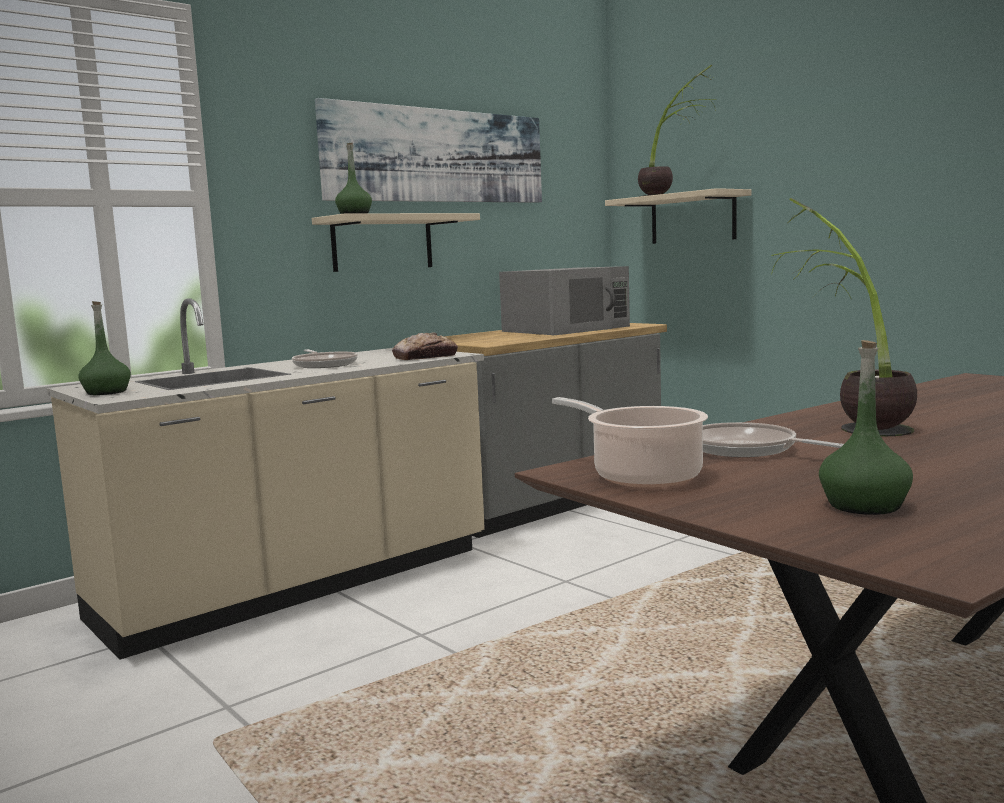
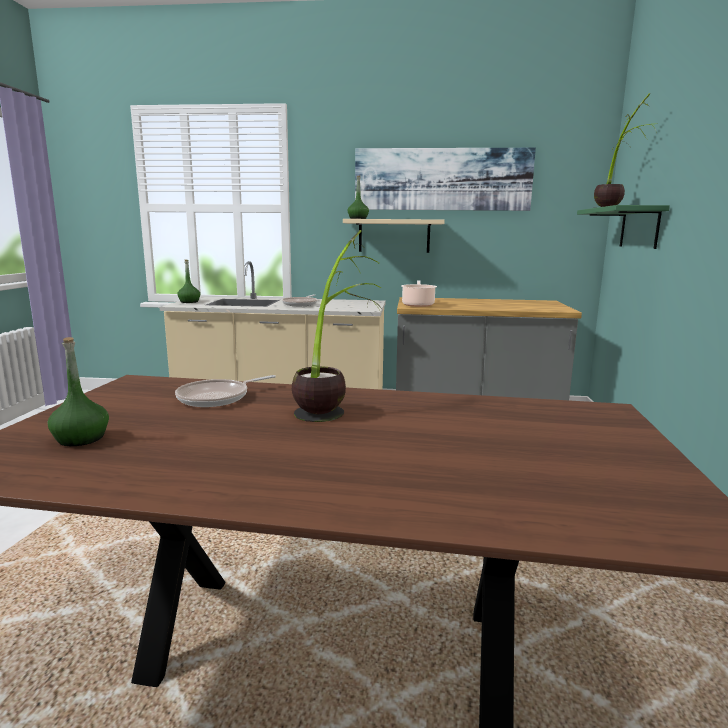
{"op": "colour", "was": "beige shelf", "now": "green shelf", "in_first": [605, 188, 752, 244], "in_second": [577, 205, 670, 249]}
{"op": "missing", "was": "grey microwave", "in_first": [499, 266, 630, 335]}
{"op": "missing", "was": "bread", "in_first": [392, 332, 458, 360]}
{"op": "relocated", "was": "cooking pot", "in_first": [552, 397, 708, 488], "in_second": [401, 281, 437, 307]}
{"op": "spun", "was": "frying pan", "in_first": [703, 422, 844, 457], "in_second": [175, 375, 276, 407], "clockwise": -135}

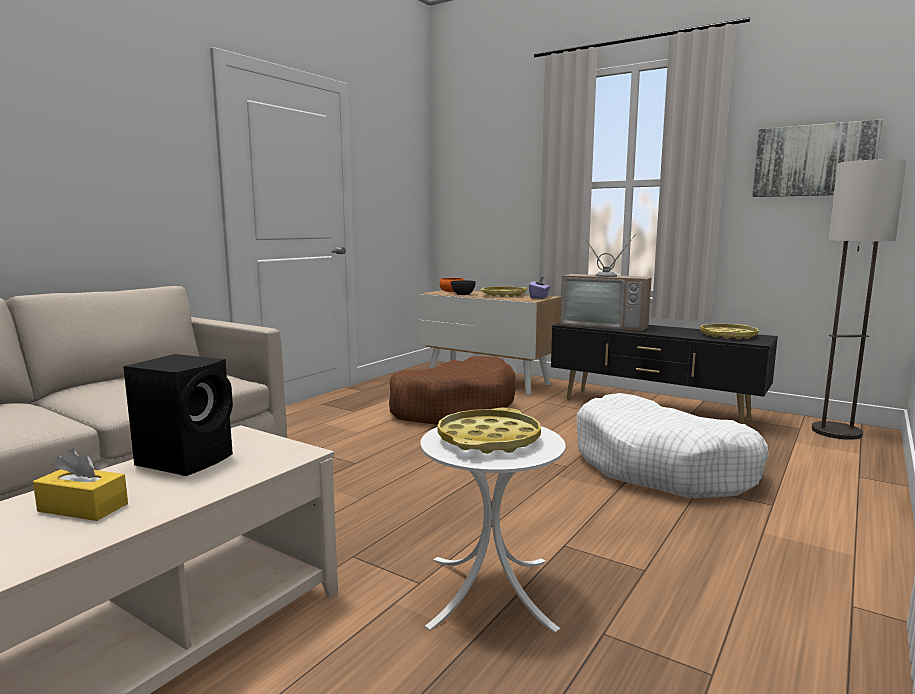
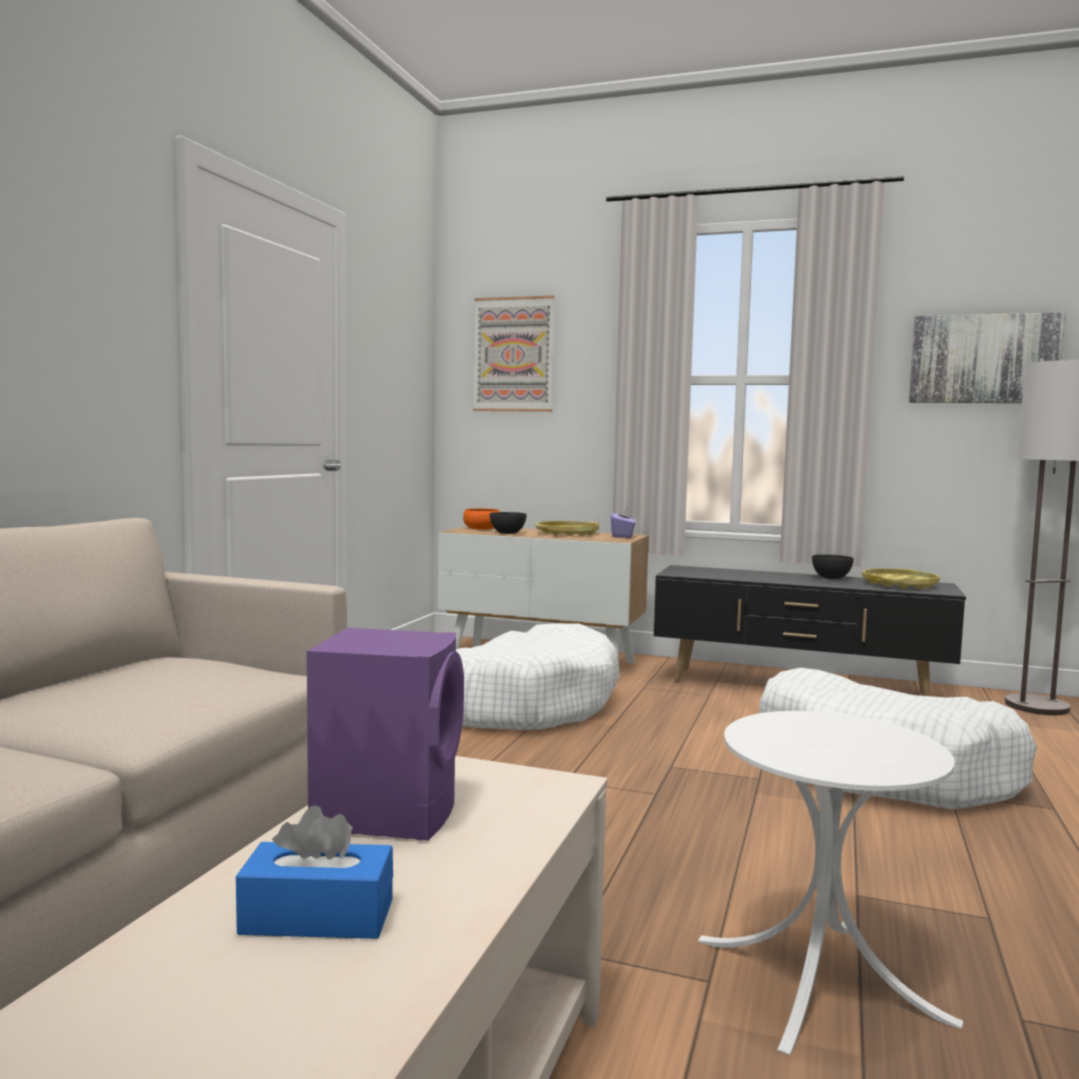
{"op": "missing", "was": "television", "in_first": [560, 234, 652, 331]}
{"op": "colour", "was": "black speaker", "now": "purple speaker", "in_first": [123, 354, 233, 476], "in_second": [307, 628, 464, 841]}
{"op": "colour", "was": "brown dog bed", "now": "white dog bed", "in_first": [389, 356, 516, 425], "in_second": [456, 623, 619, 730]}
{"op": "missing", "was": "yellow tray", "in_first": [437, 408, 541, 454]}
{"op": "colour", "was": "yellow tissue box", "now": "blue tissue box", "in_first": [33, 448, 128, 521], "in_second": [236, 805, 393, 939]}
{"op": "appeared", "now": "picture", "in_second": [473, 295, 555, 412]}
{"op": "appeared", "now": "grey bowl", "in_second": [812, 554, 854, 579]}

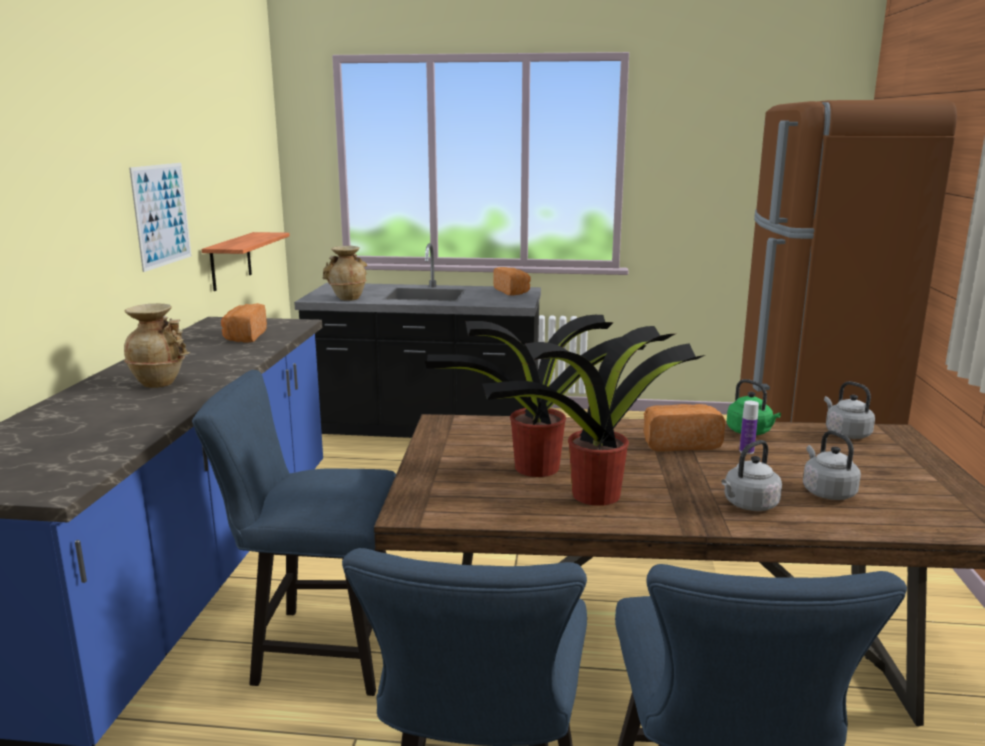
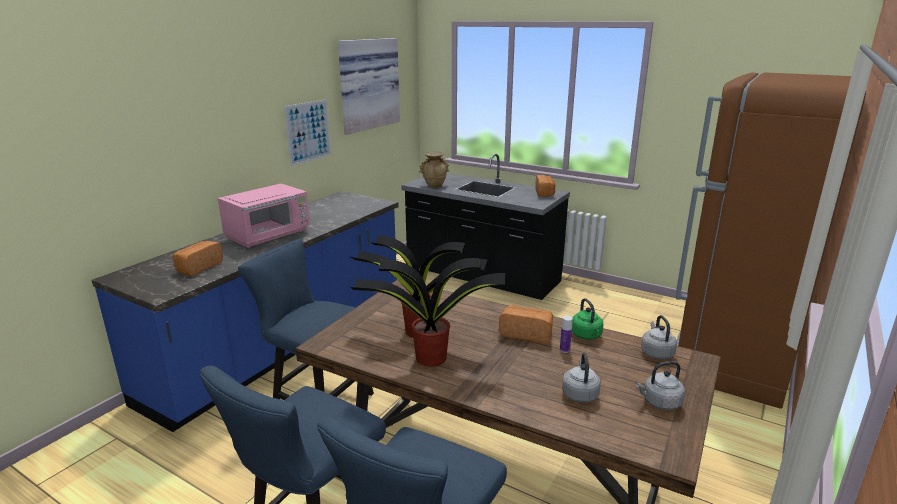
{"op": "missing", "was": "shelf", "in_first": [201, 232, 290, 291]}
{"op": "relocated", "was": "bread", "in_first": [221, 303, 267, 343], "in_second": [173, 241, 223, 276]}
{"op": "exchanged", "was": "beige vase", "now": "pink microwave", "in_first": [124, 304, 190, 388], "in_second": [218, 184, 310, 248]}
{"op": "relocated", "was": "grey kettle", "in_first": [721, 440, 782, 511], "in_second": [636, 361, 685, 410]}
{"op": "appeared", "now": "picture", "in_second": [338, 38, 400, 134]}

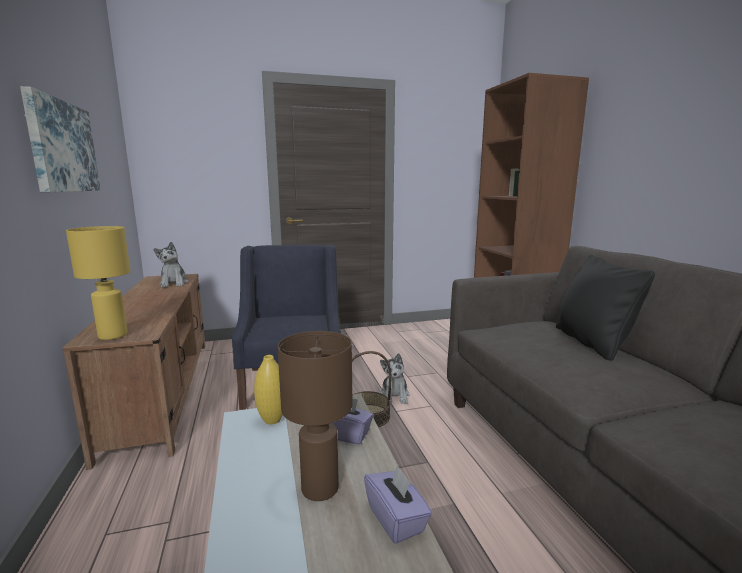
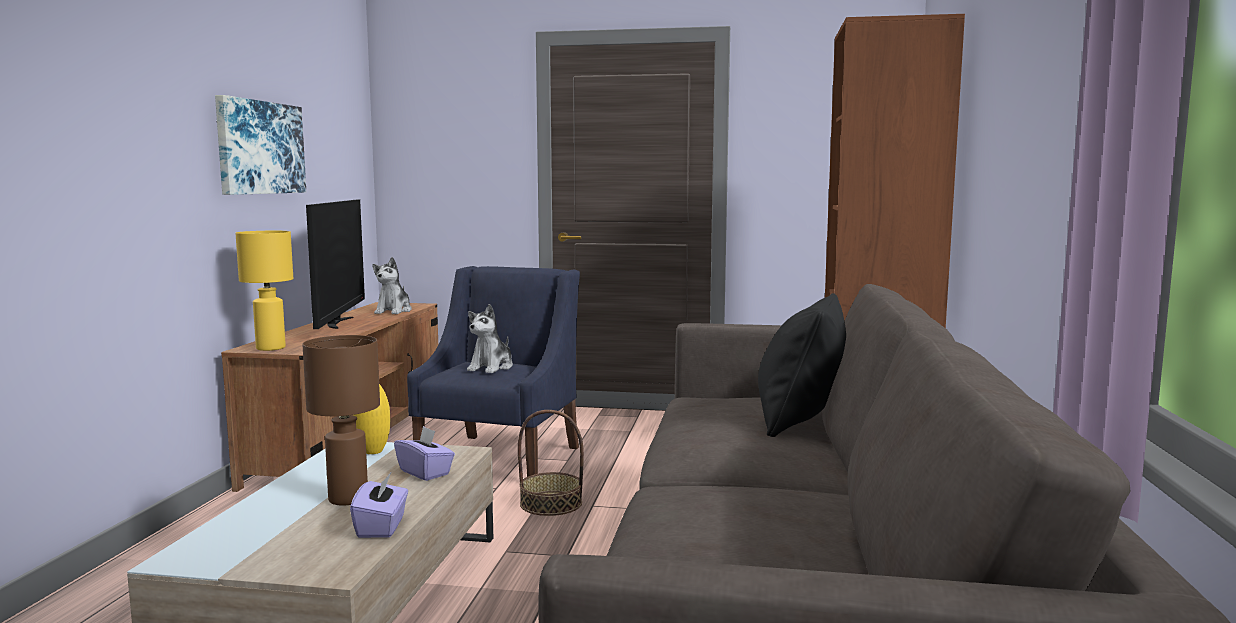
{"op": "relocated", "was": "plush toy", "in_first": [380, 353, 410, 404], "in_second": [467, 304, 513, 373]}
{"op": "appeared", "now": "television", "in_second": [306, 200, 365, 329]}

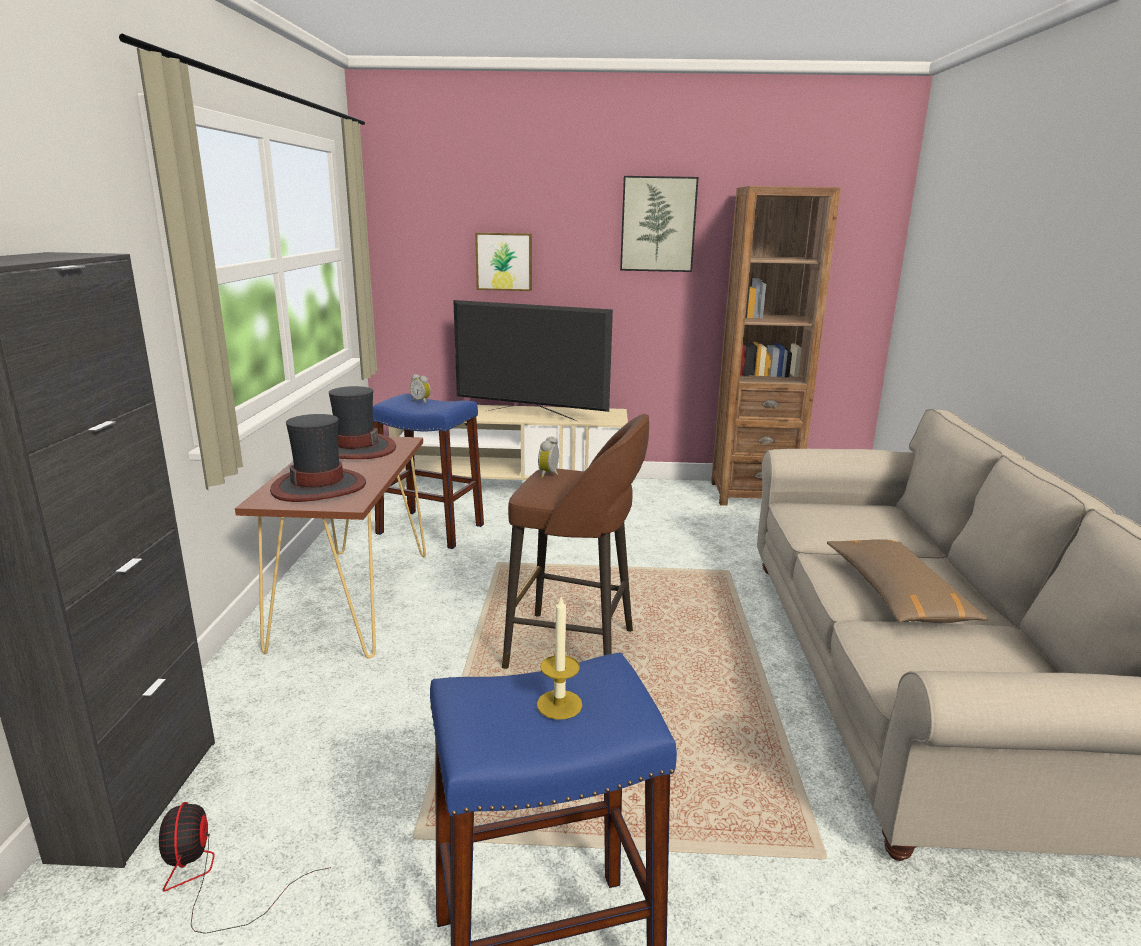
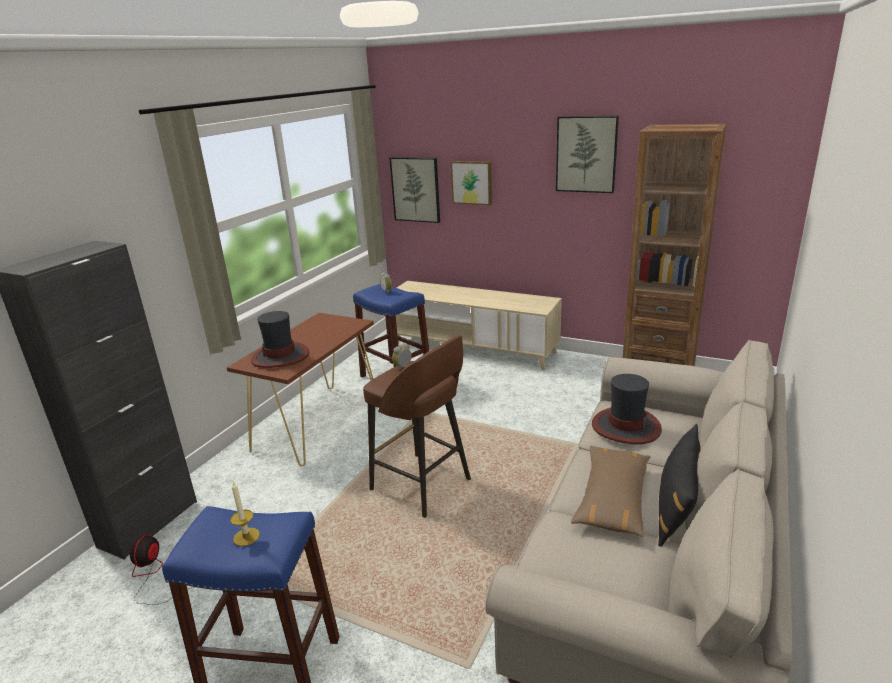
{"op": "missing", "was": "television", "in_first": [453, 300, 613, 421]}
{"op": "relocated", "was": "hat", "in_first": [329, 386, 396, 459], "in_second": [592, 374, 662, 444]}
{"op": "appeared", "now": "picture", "in_second": [389, 157, 440, 223]}
{"op": "appeared", "now": "black pillow", "in_second": [658, 424, 700, 547]}

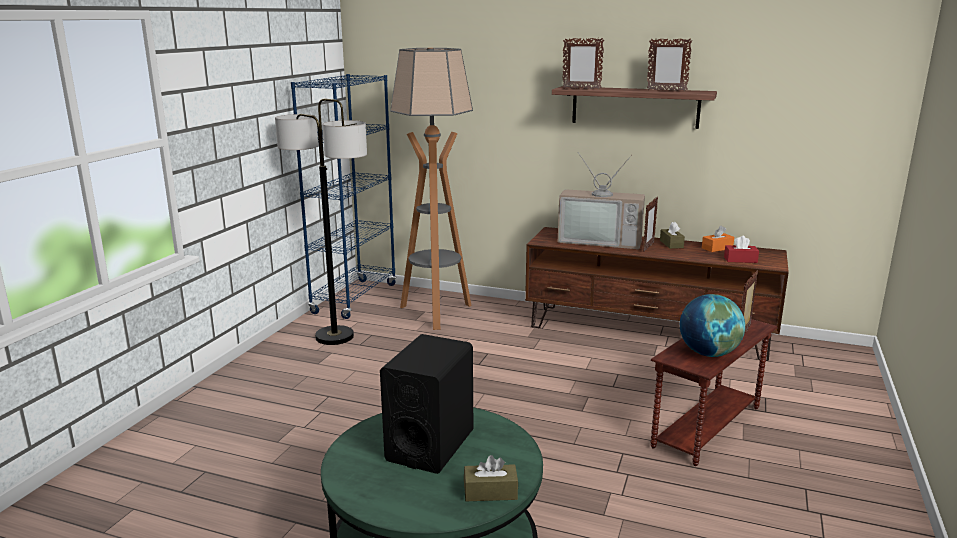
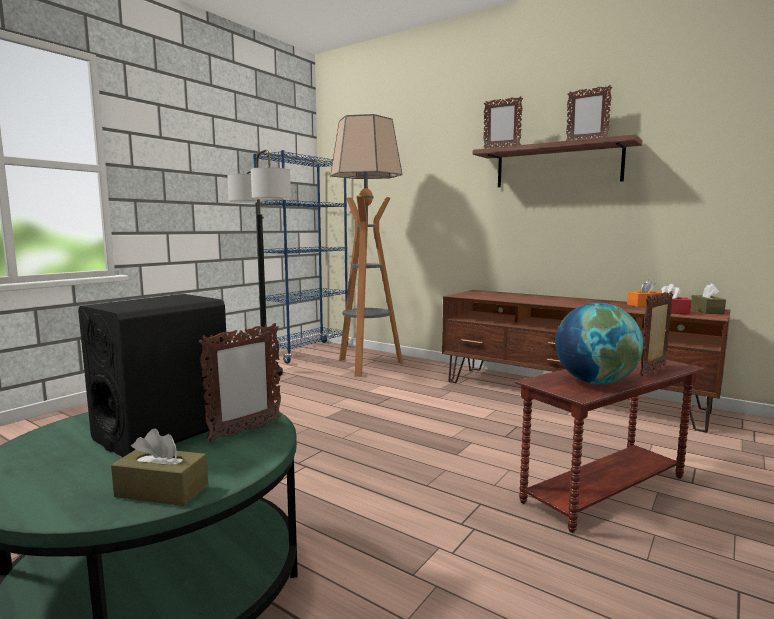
{"op": "missing", "was": "television", "in_first": [558, 152, 645, 249]}
{"op": "relocated", "was": "picture frame", "in_first": [643, 197, 658, 252], "in_second": [199, 323, 281, 442]}
{"op": "relocated", "was": "brown tissue box", "in_first": [660, 222, 685, 249], "in_second": [691, 283, 726, 314]}

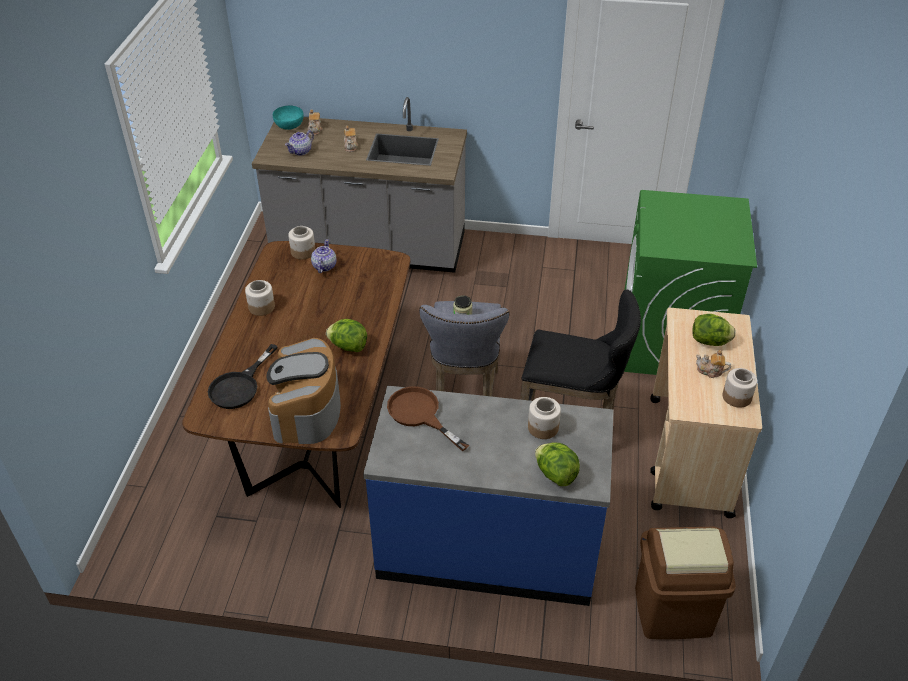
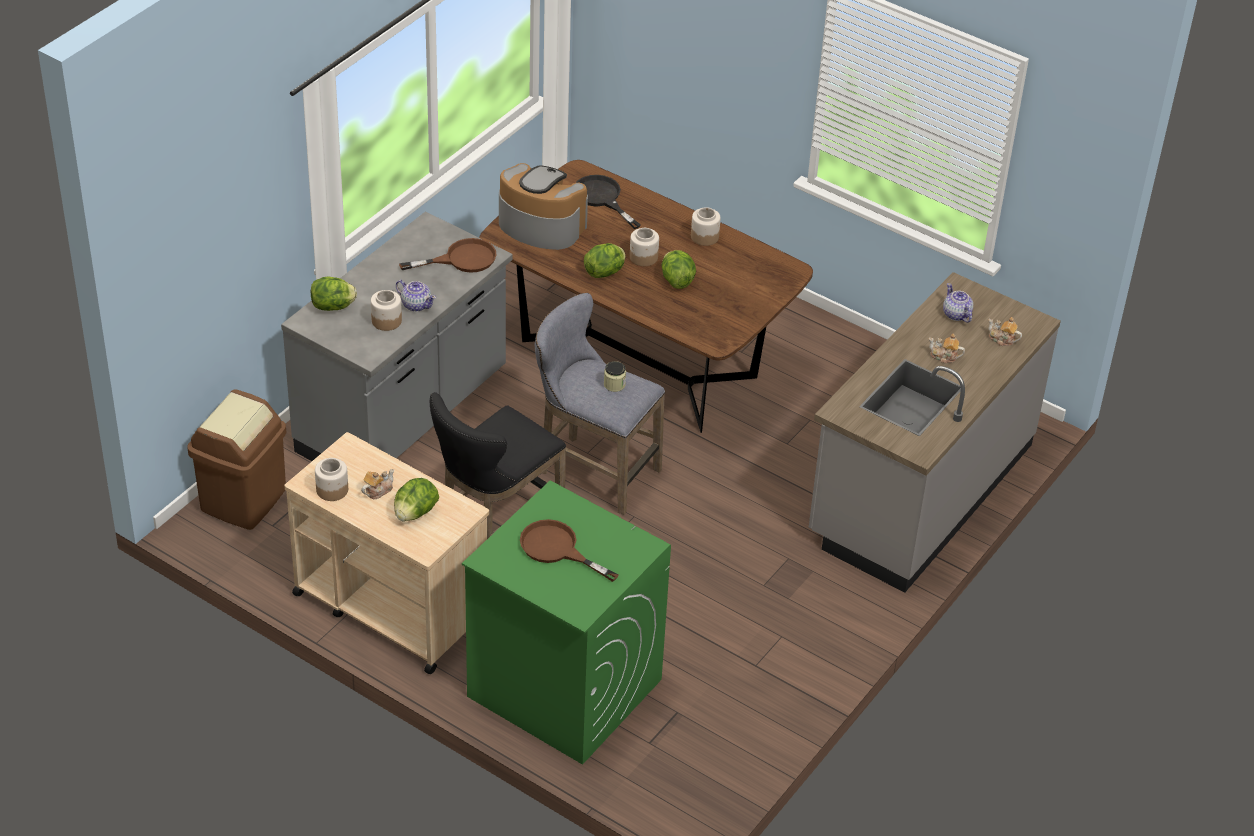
{"op": "missing", "was": "turquoise bowl", "in_first": [273, 106, 304, 130]}
{"op": "relocated", "was": "jar", "in_first": [288, 226, 315, 260], "in_second": [630, 228, 659, 266]}
{"op": "relocated", "was": "teapot", "in_first": [311, 239, 337, 273], "in_second": [396, 280, 436, 312]}
{"op": "colour", "was": "blue counter", "now": "grey counter", "in_first": [363, 386, 614, 606], "in_second": [281, 212, 513, 461]}
{"op": "appeared", "now": "lettuce", "in_second": [662, 250, 696, 289]}
{"op": "appeared", "now": "brown frying pan", "in_second": [520, 519, 619, 582]}

